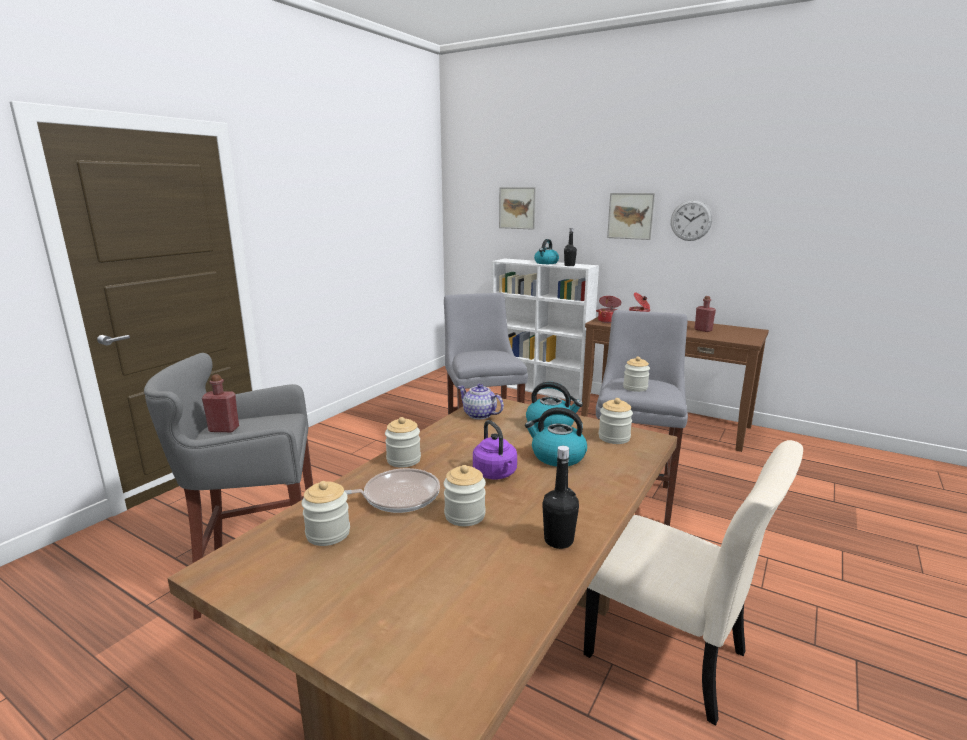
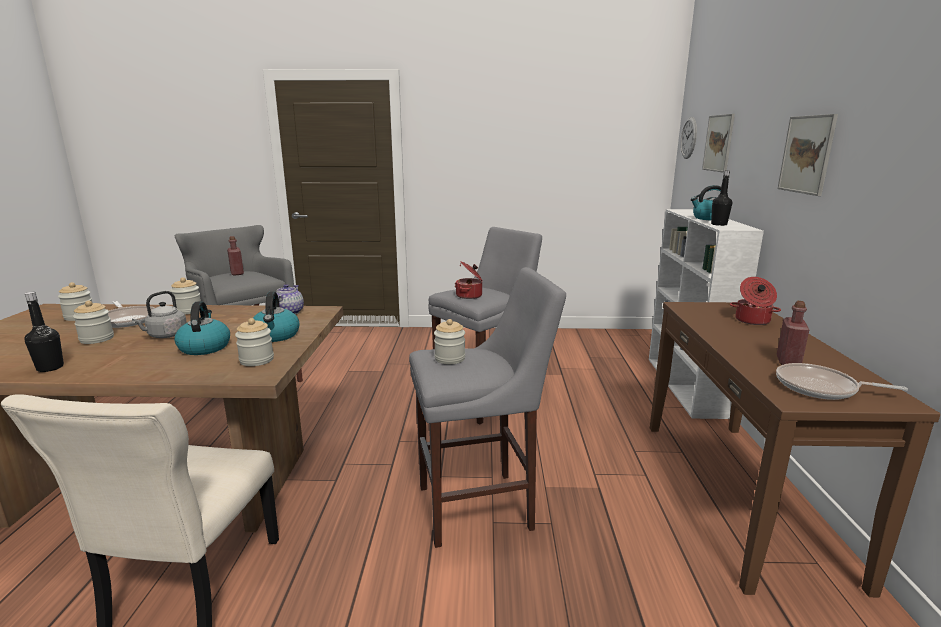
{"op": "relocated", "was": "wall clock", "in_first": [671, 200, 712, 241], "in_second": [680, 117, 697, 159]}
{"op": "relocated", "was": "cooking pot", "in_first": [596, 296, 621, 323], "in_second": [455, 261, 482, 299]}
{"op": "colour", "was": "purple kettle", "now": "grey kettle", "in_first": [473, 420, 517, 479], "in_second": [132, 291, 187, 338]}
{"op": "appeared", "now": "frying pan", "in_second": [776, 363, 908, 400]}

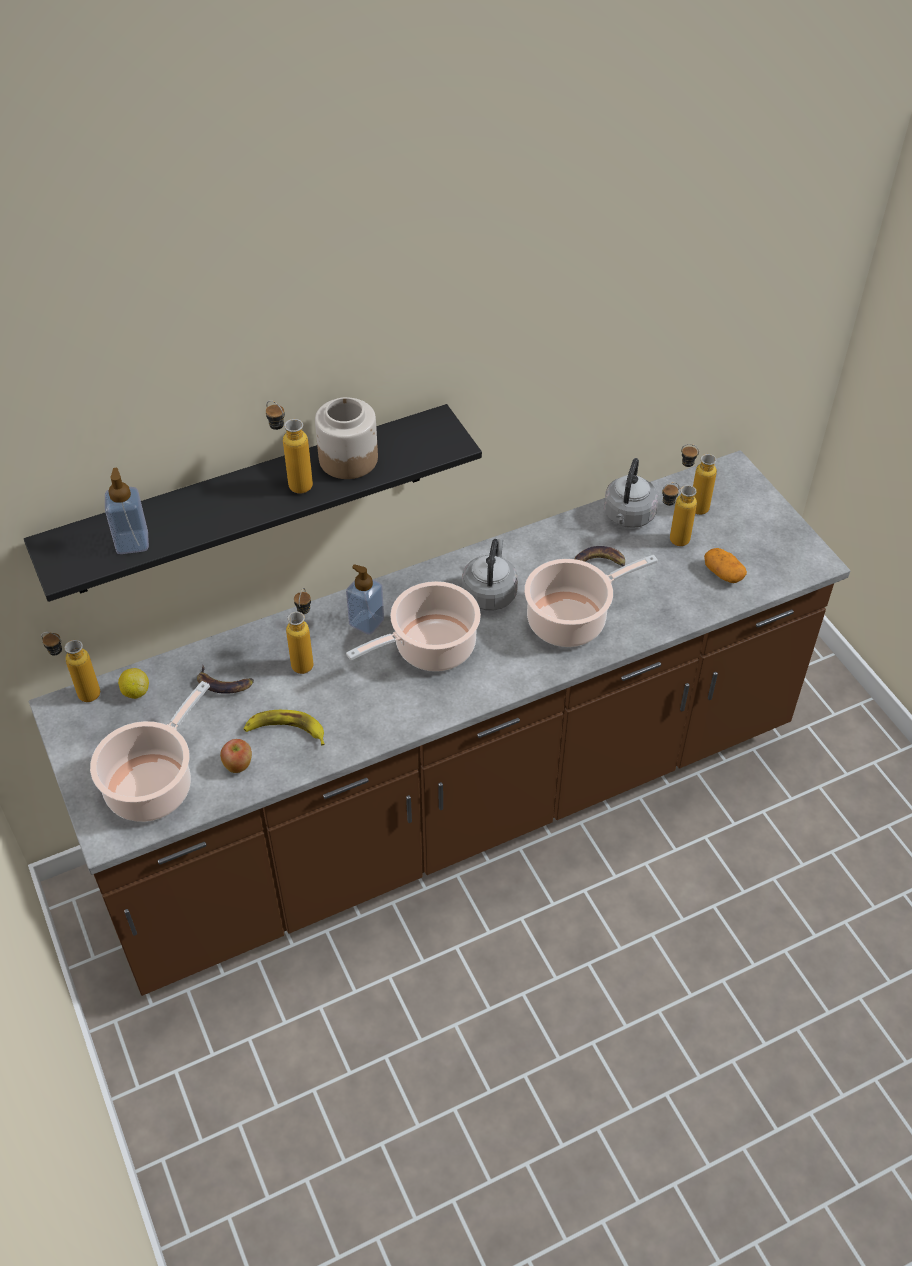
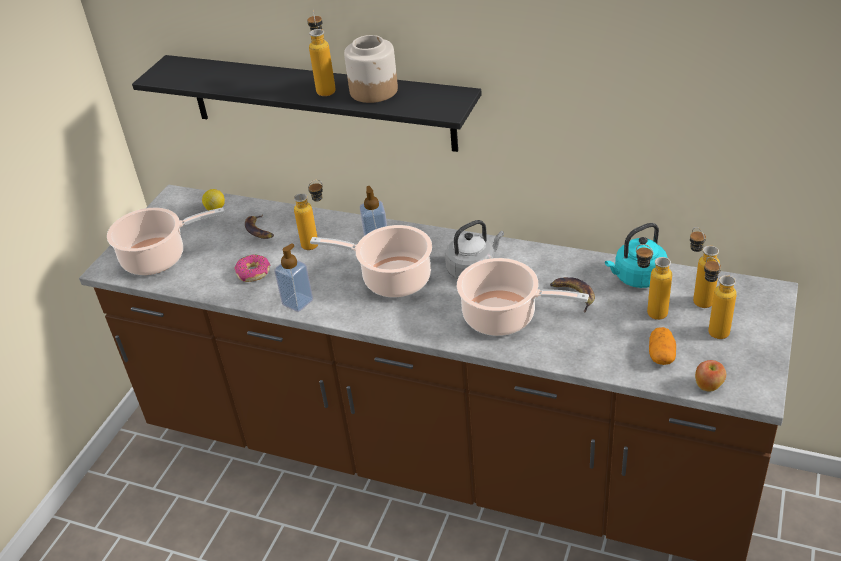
{"op": "colour", "was": "grey kettle", "now": "turquoise kettle", "in_first": [604, 458, 658, 528], "in_second": [605, 223, 668, 288]}
{"op": "relocated", "was": "soap dispenser", "in_first": [105, 468, 149, 554], "in_second": [274, 243, 313, 312]}
{"op": "relocated", "was": "bottle", "in_first": [41, 632, 100, 702], "in_second": [704, 257, 737, 339]}
{"op": "exchanged", "was": "banana", "now": "donut", "in_first": [244, 710, 325, 745], "in_second": [234, 255, 270, 282]}
{"op": "relocated", "was": "apple", "in_first": [220, 739, 252, 773], "in_second": [695, 360, 726, 392]}

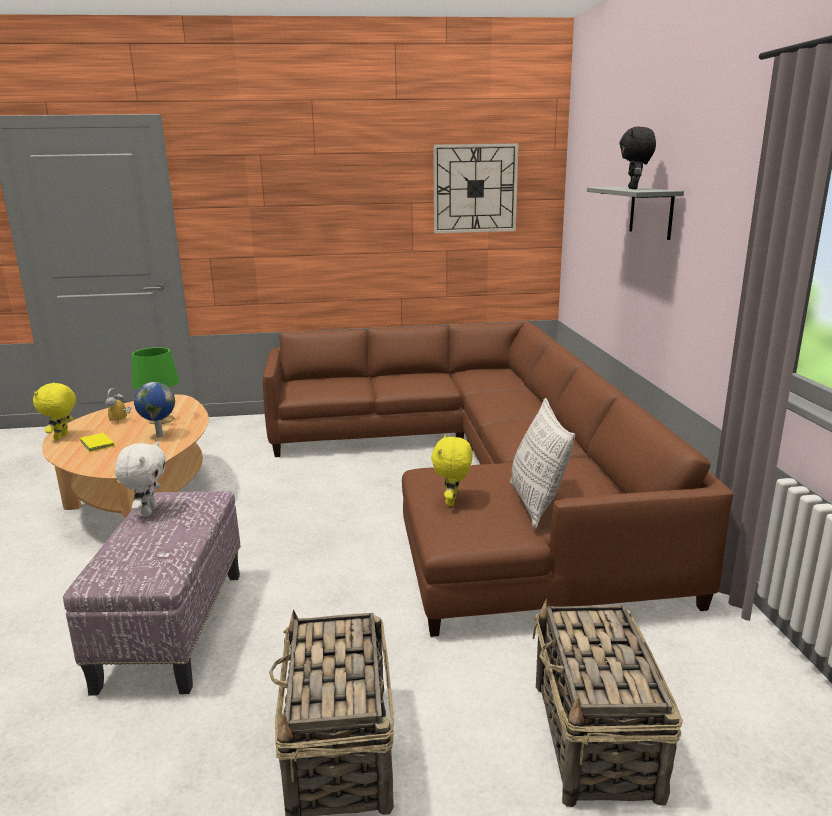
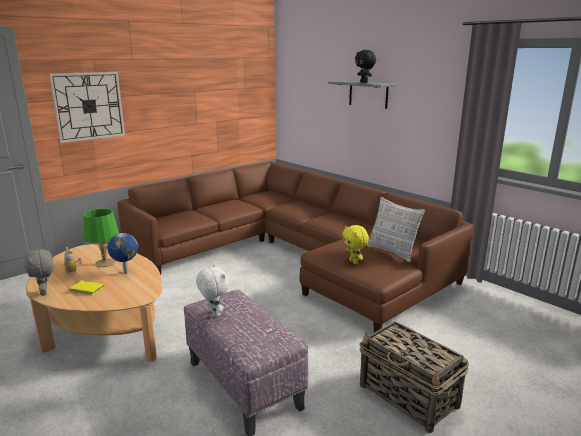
{"op": "relocated", "was": "wall clock", "in_first": [433, 143, 519, 233], "in_second": [49, 72, 125, 143]}
{"op": "colour", "was": "yellow plush toy", "now": "grey plush toy", "in_first": [33, 382, 76, 440], "in_second": [23, 249, 54, 296]}
{"op": "missing", "was": "basket", "in_first": [533, 598, 683, 807]}

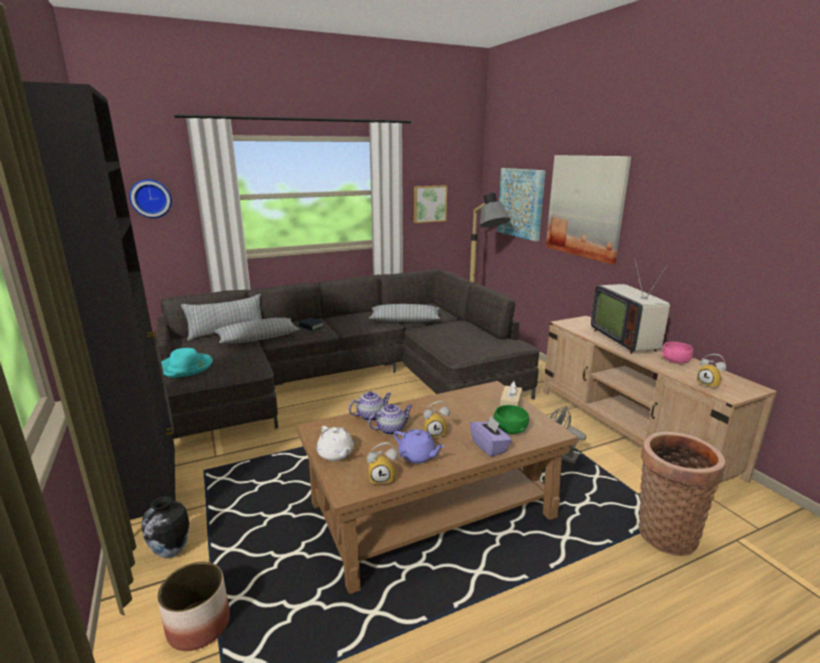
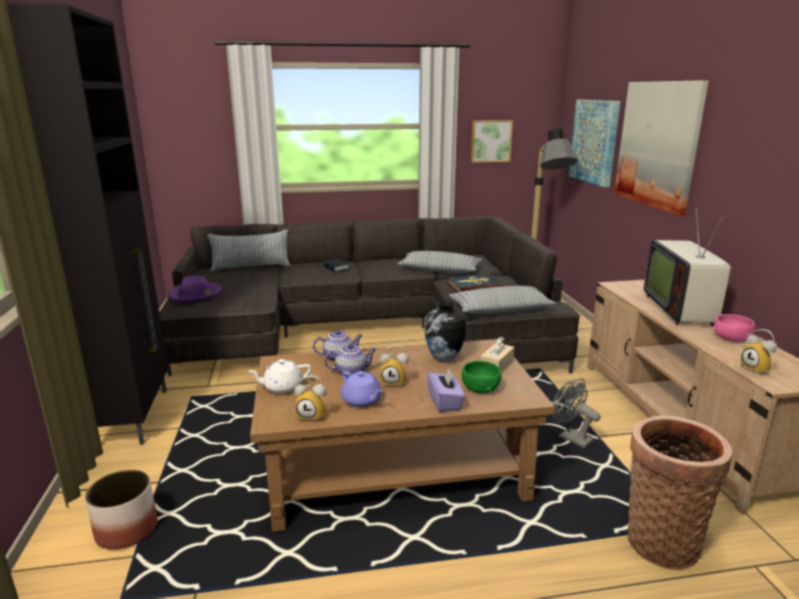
{"op": "missing", "was": "wall clock", "in_first": [129, 179, 172, 218]}
{"op": "relocated", "was": "pillow", "in_first": [214, 318, 300, 344], "in_second": [449, 286, 555, 314]}
{"op": "colour", "was": "turquoise hat", "now": "purple hat", "in_first": [161, 348, 213, 378], "in_second": [168, 275, 221, 303]}
{"op": "spun", "was": "white teapot", "in_first": [317, 426, 354, 461], "in_second": [248, 359, 311, 394], "clockwise": 90}
{"op": "relocated", "was": "vase", "in_first": [142, 496, 189, 558], "in_second": [425, 300, 466, 363]}
{"op": "appeared", "now": "book", "in_second": [447, 273, 504, 293]}

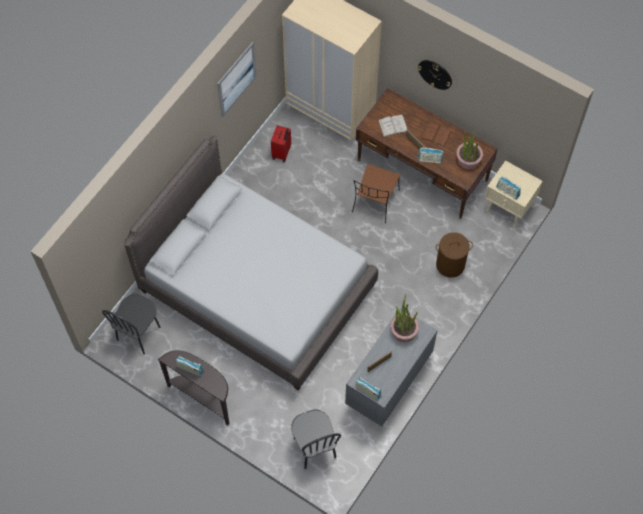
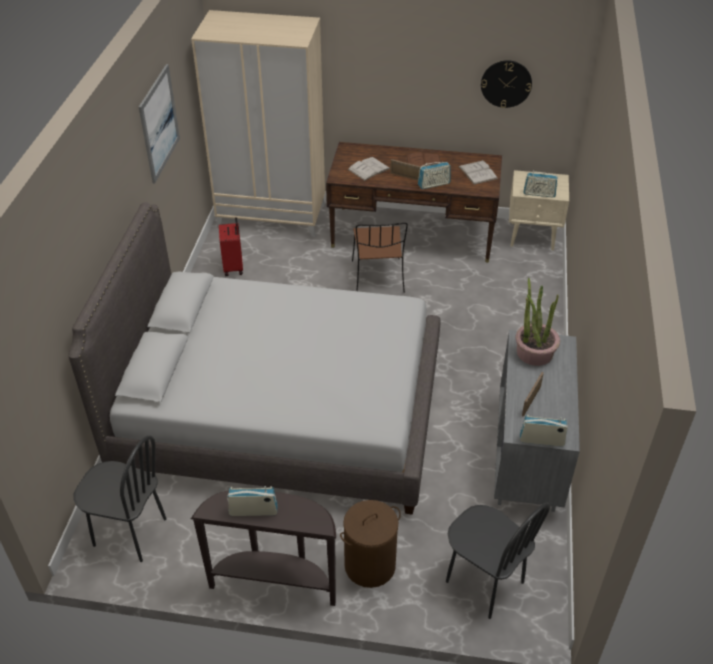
{"op": "relocated", "was": "wall clock", "in_first": [418, 60, 452, 90], "in_second": [481, 60, 532, 108]}
{"op": "exchanged", "was": "potted plant", "now": "white book", "in_first": [456, 132, 483, 169], "in_second": [458, 160, 498, 185]}
{"op": "relocated", "was": "brown laundry basket", "in_first": [436, 232, 473, 278], "in_second": [340, 500, 401, 588]}
{"op": "spun", "was": "black chair", "in_first": [102, 294, 160, 354], "in_second": [73, 435, 167, 562], "clockwise": -75}

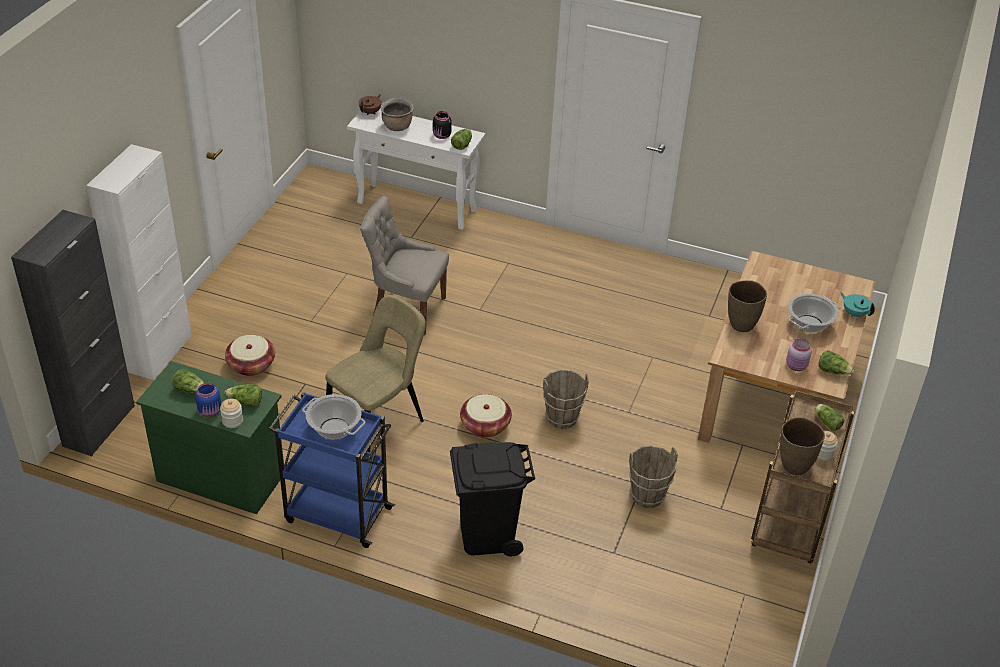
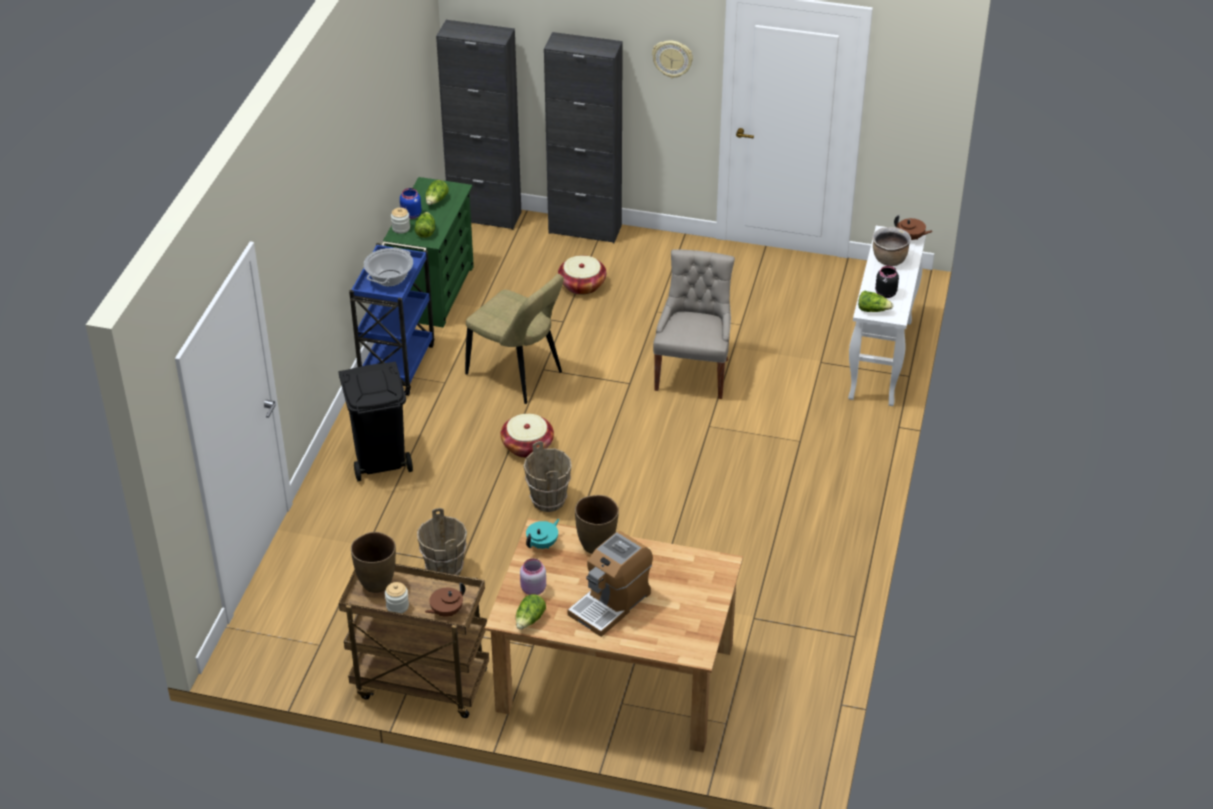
{"op": "colour", "was": "white cabinet", "now": "black cabinet", "in_first": [86, 144, 192, 380], "in_second": [544, 32, 623, 243]}
{"op": "relocated", "was": "turquoise teapot", "in_first": [840, 292, 875, 317], "in_second": [526, 519, 559, 549]}
{"op": "exchanged", "was": "cooking pot", "now": "coffee machine", "in_first": [788, 294, 838, 333], "in_second": [568, 531, 653, 637]}
{"op": "exchanged", "was": "lettuce", "now": "brown teapot", "in_first": [815, 404, 844, 431], "in_second": [425, 583, 465, 617]}
{"op": "appeared", "now": "wall clock", "in_second": [652, 40, 693, 78]}

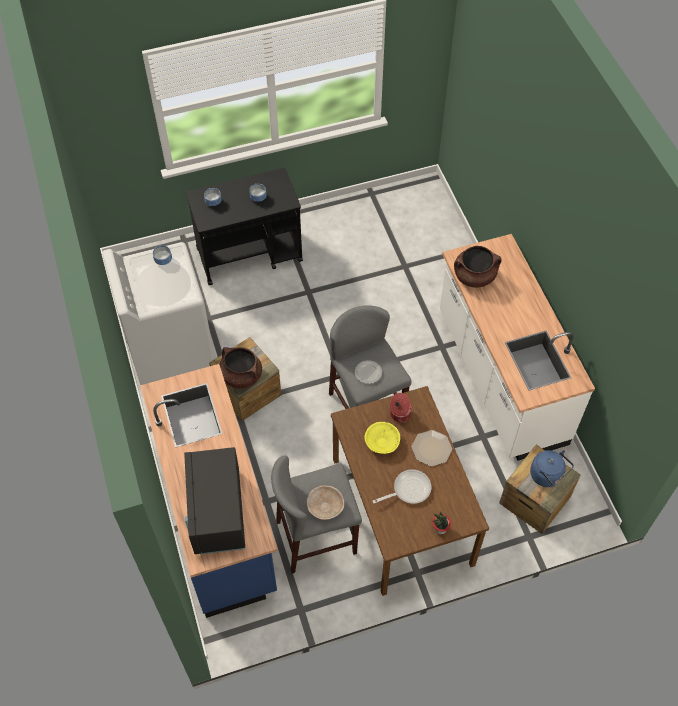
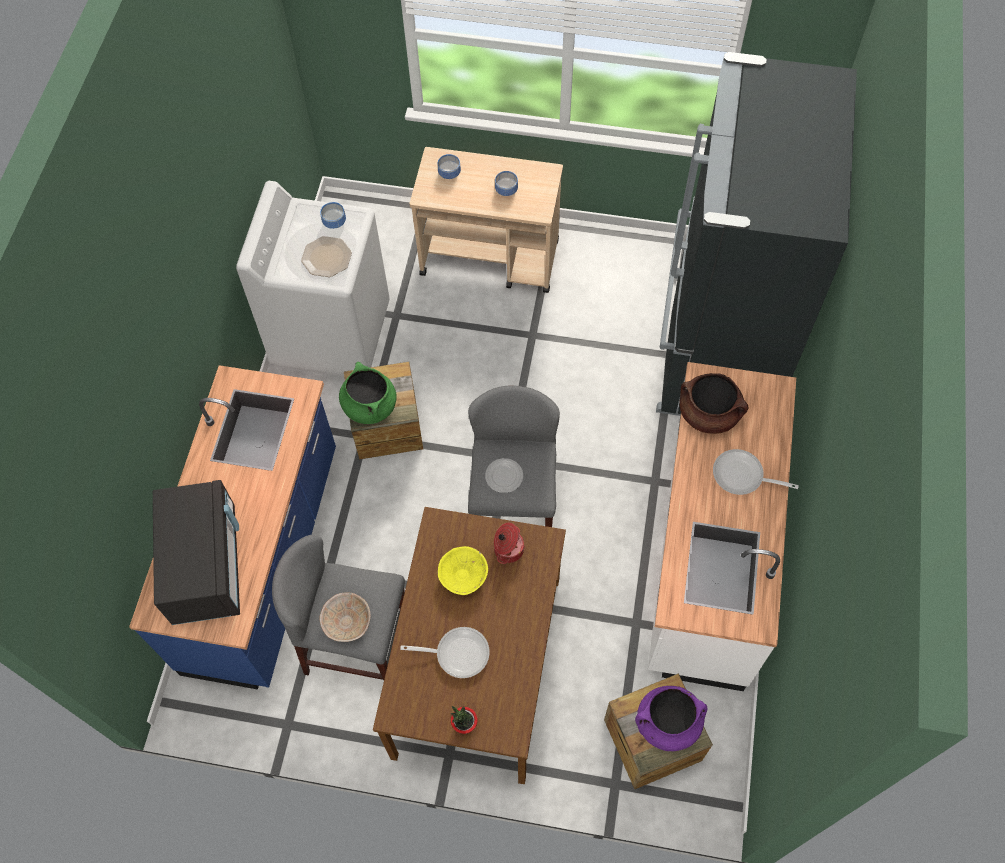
{"op": "colour", "was": "black cart", "now": "beige cart", "in_first": [186, 168, 303, 285], "in_second": [410, 147, 563, 293]}
{"op": "colour", "was": "brown cooking pot", "now": "green cooking pot", "in_first": [219, 347, 262, 389], "in_second": [339, 362, 397, 424]}
{"op": "relocated", "was": "plate", "in_first": [412, 430, 452, 466], "in_second": [301, 236, 352, 277]}
{"op": "spun", "was": "black microwave", "in_first": [184, 447, 245, 554], "in_second": [153, 480, 240, 625], "clockwise": 150}
{"op": "exchanged", "was": "blue kettle", "now": "purple cooking pot", "in_first": [530, 450, 574, 487], "in_second": [635, 686, 707, 751]}
{"op": "appeared", "now": "black fridge", "in_second": [656, 52, 857, 416]}
{"op": "appeared", "now": "frying pan", "in_second": [713, 449, 799, 495]}

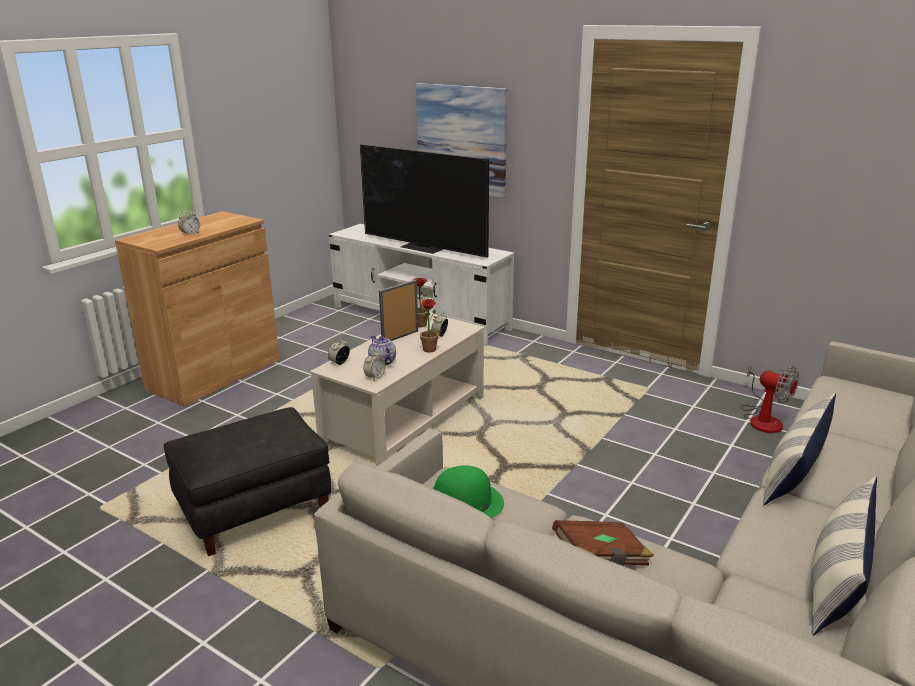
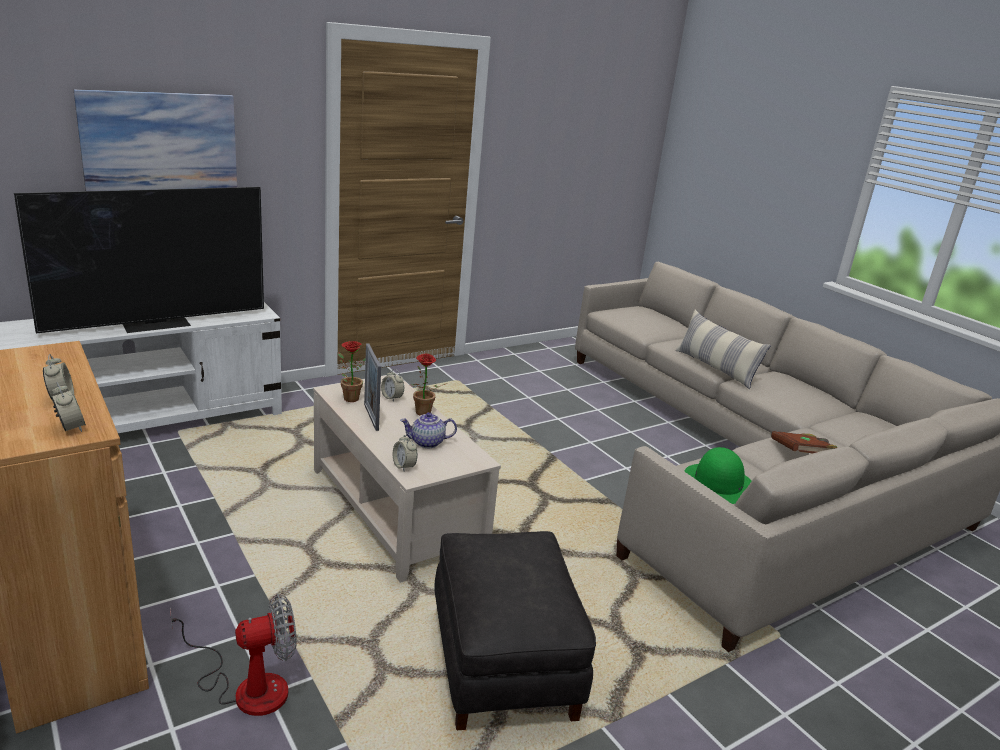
{"op": "relocated", "was": "alarm clock", "in_first": [363, 350, 386, 380], "in_second": [51, 382, 86, 432]}
{"op": "relocated", "was": "fan", "in_first": [741, 365, 799, 433], "in_second": [170, 594, 297, 716]}
{"op": "missing", "was": "pillow", "in_first": [811, 476, 877, 636]}

